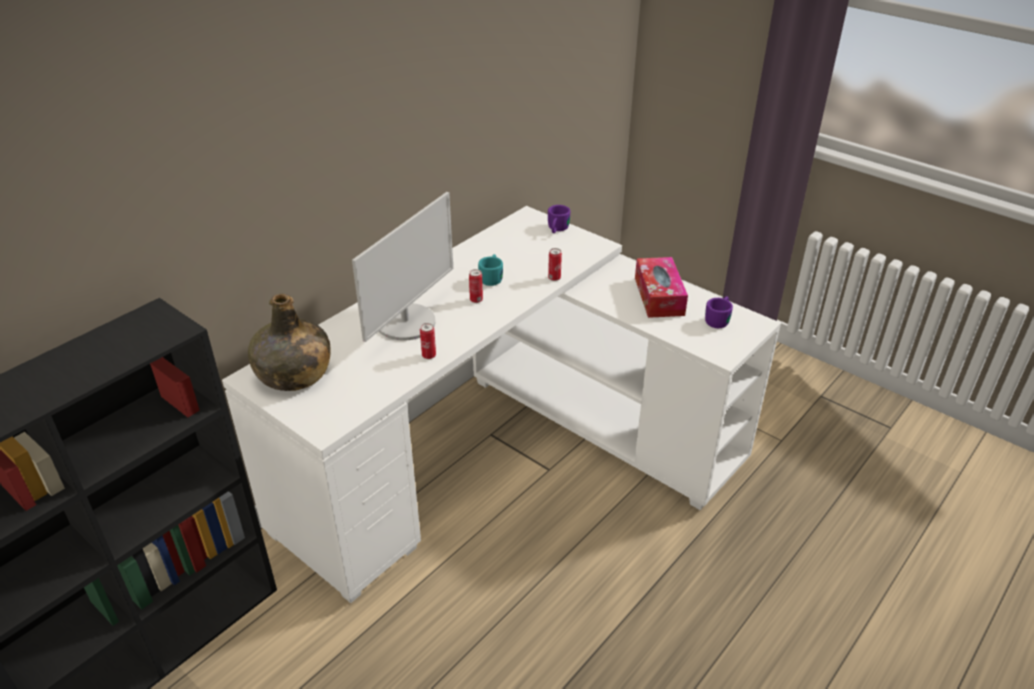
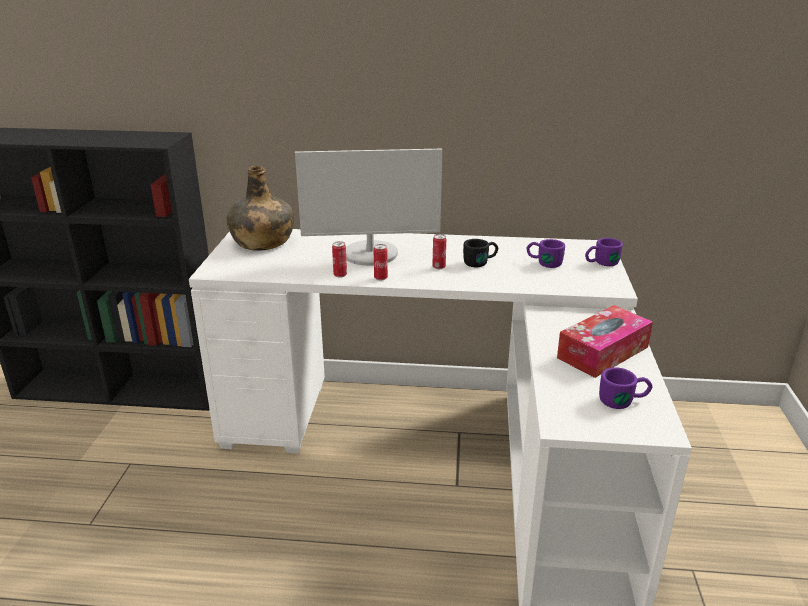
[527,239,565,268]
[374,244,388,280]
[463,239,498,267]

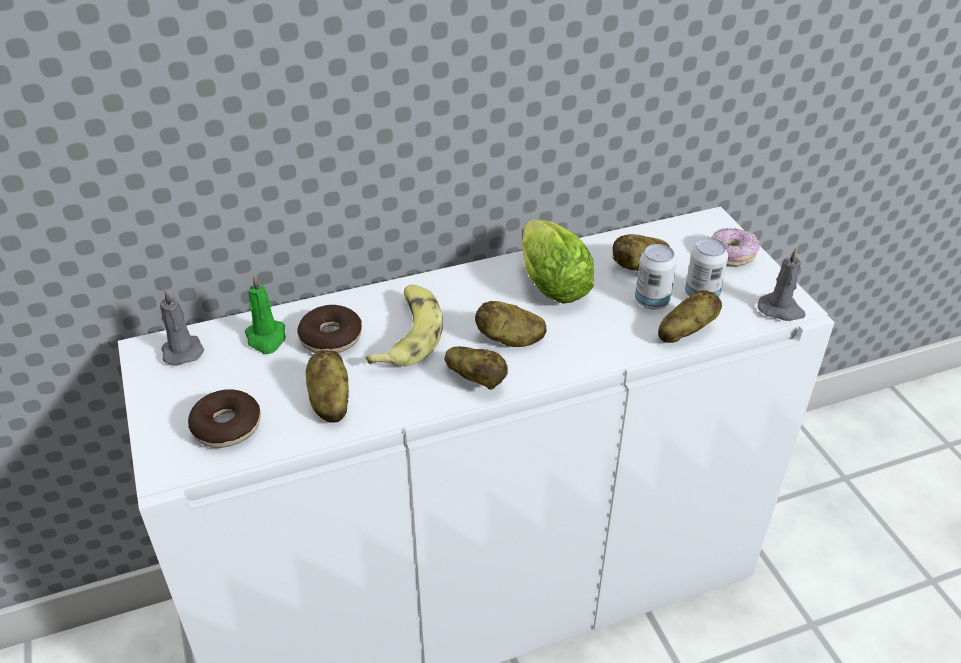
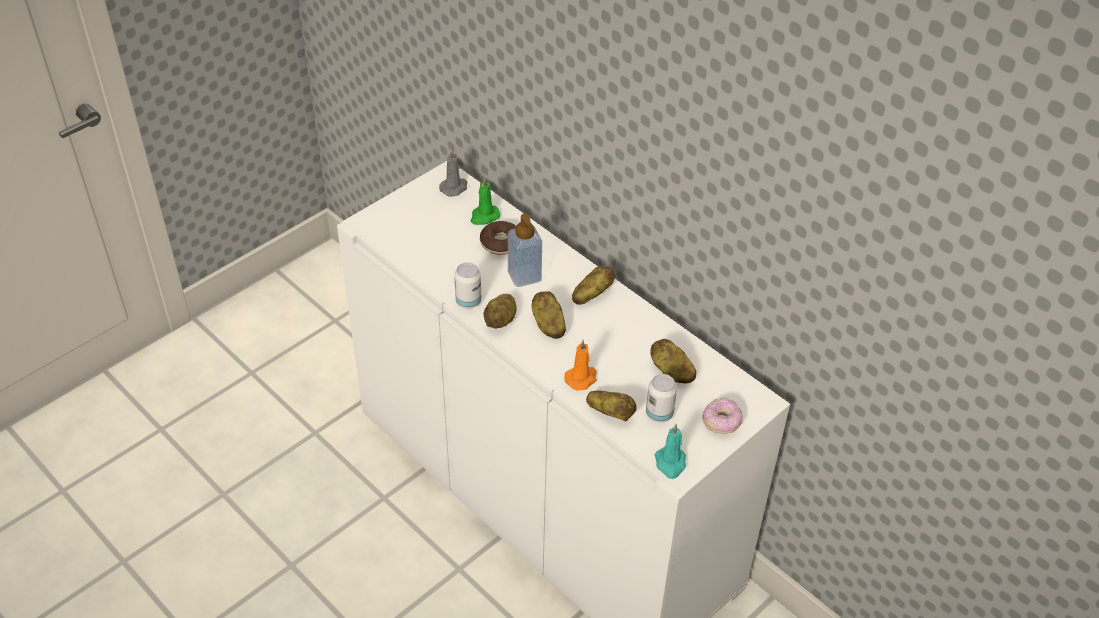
[188,389,261,448] (first image)
[522,219,594,304] (first image)
[564,340,597,391]
[572,266,615,305]
[454,262,481,308]
[508,214,542,287]
[655,424,686,479]

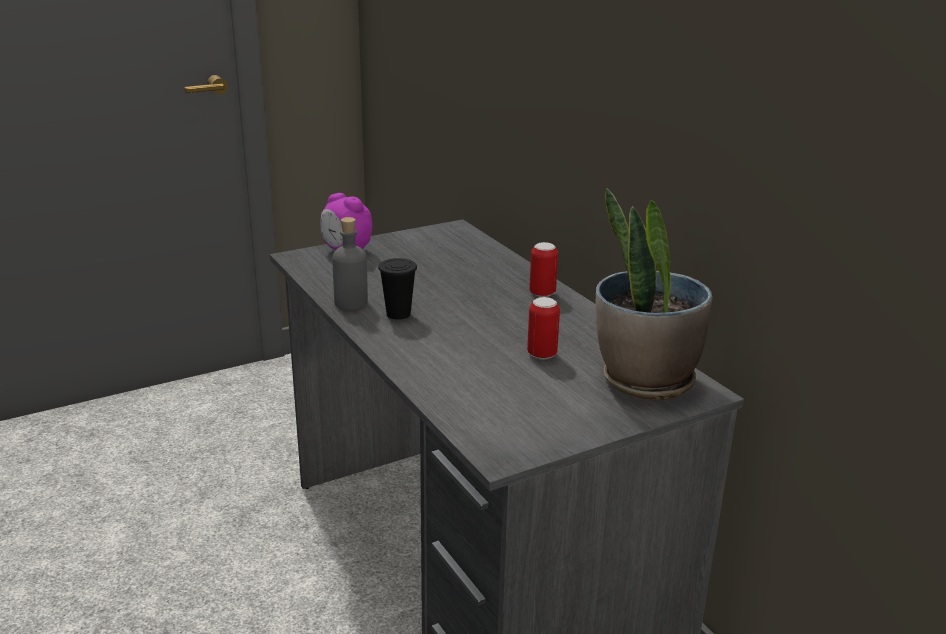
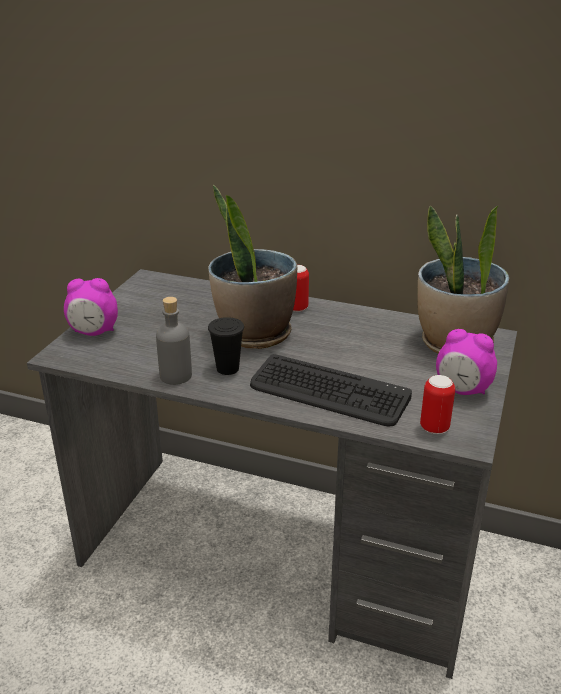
[208,185,297,349]
[250,354,412,427]
[436,329,497,395]
[420,375,455,434]

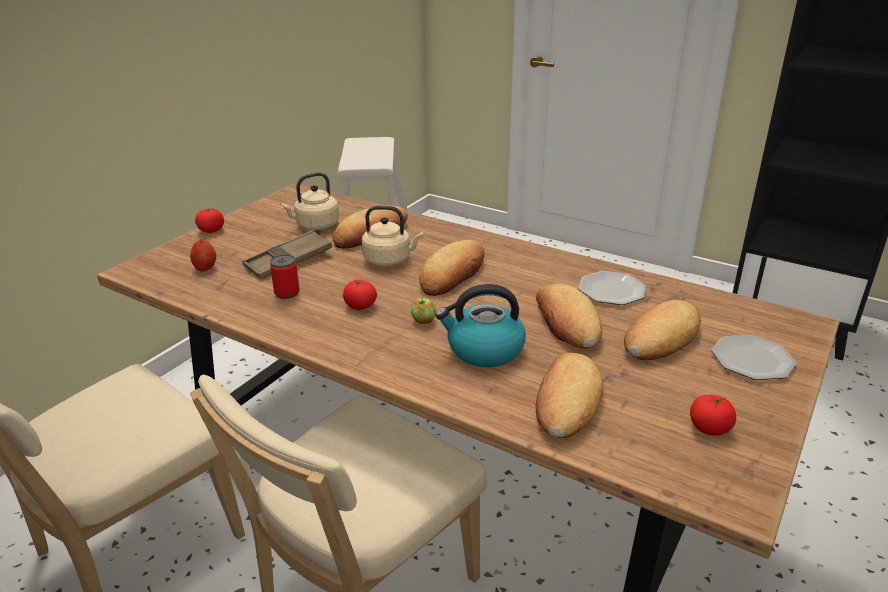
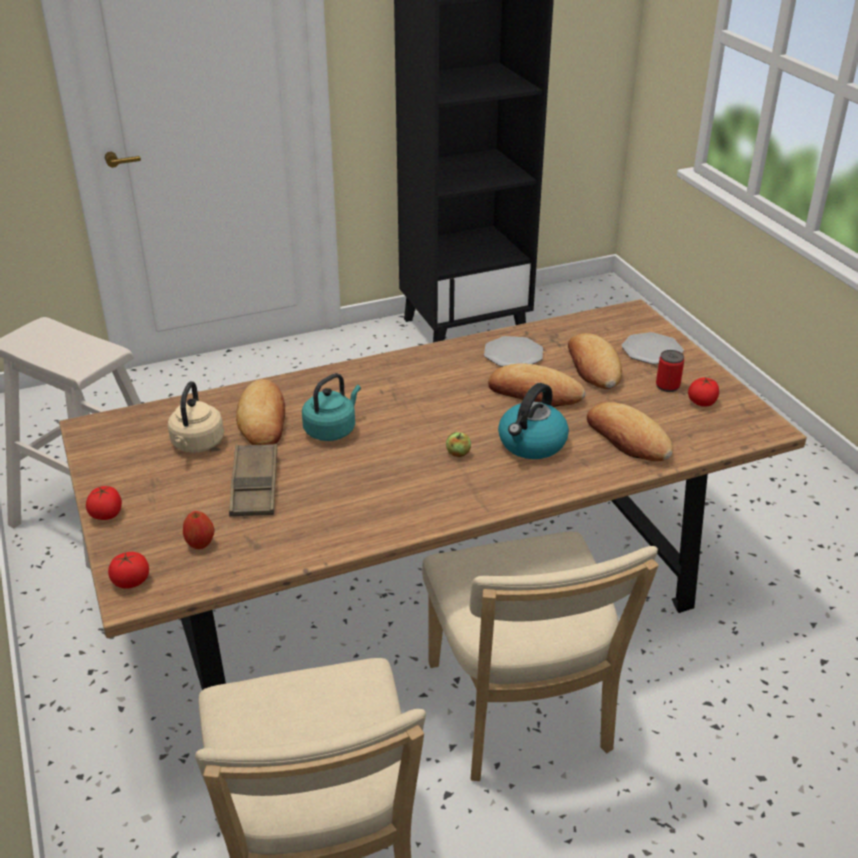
[419,240,485,296] (first image)
[656,350,684,392]
[108,552,149,589]
[302,373,361,441]

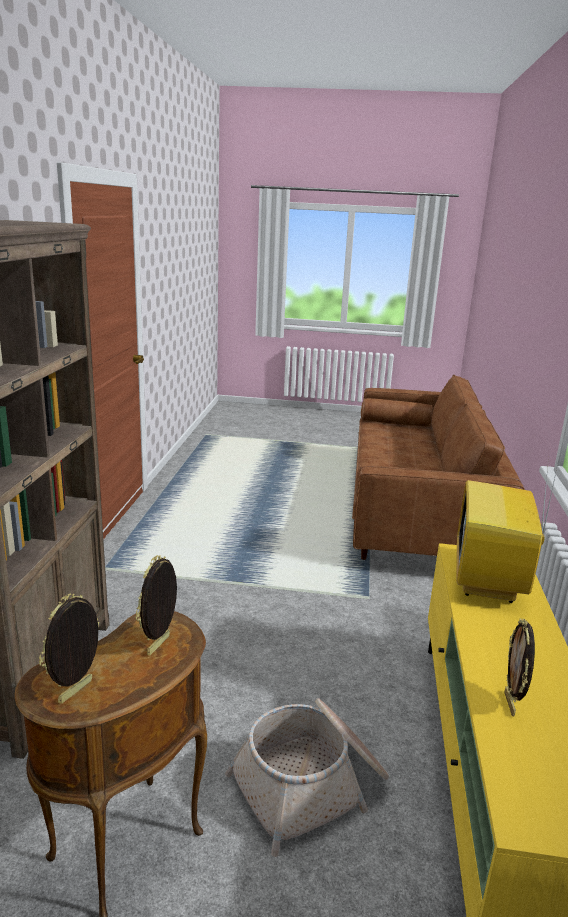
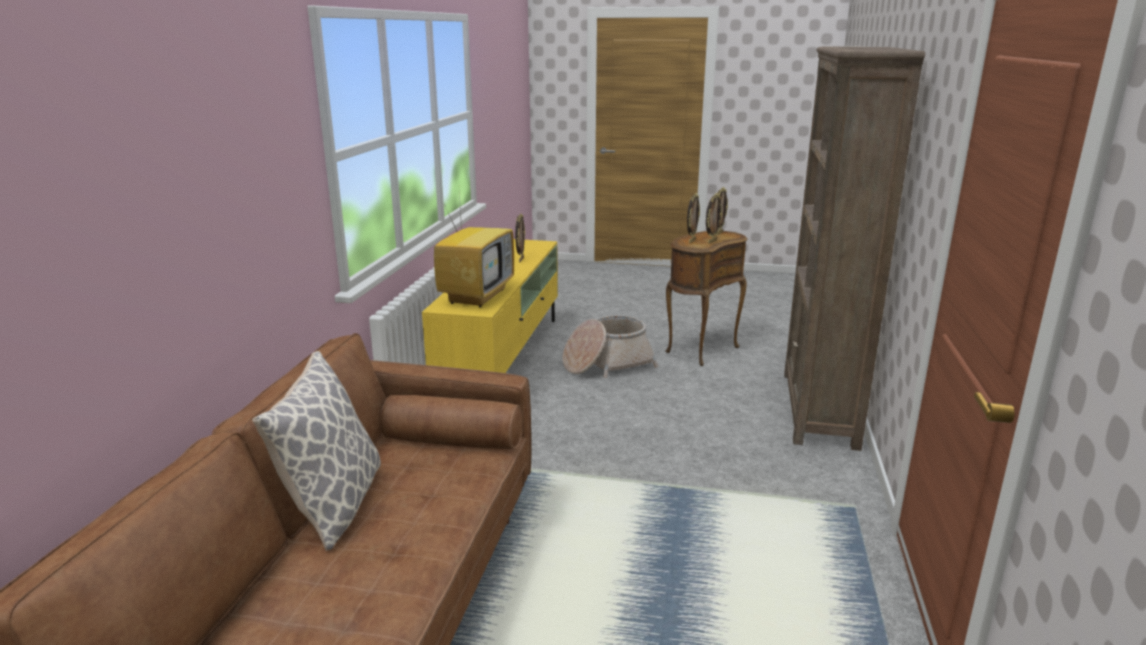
[252,351,381,551]
[706,193,722,244]

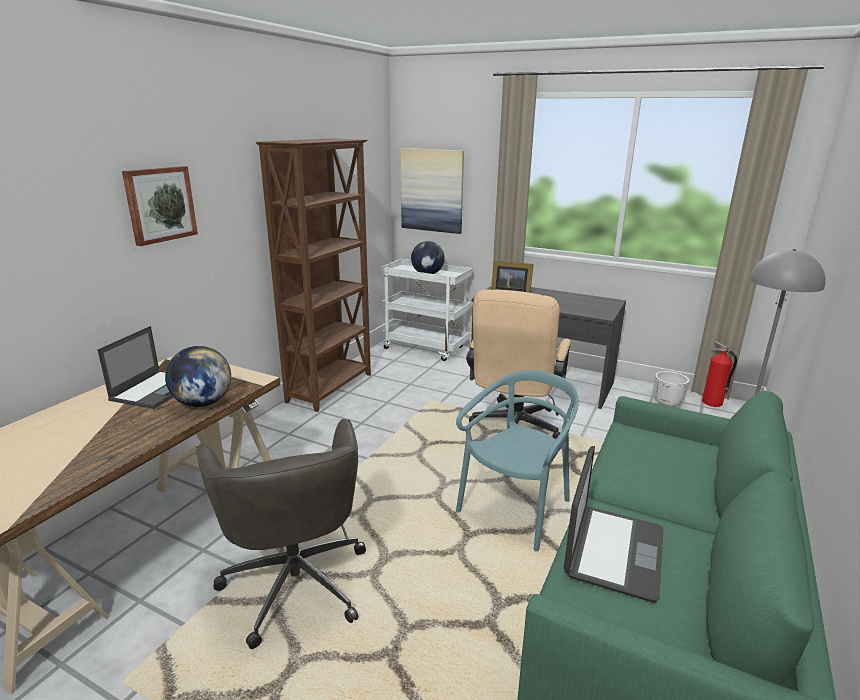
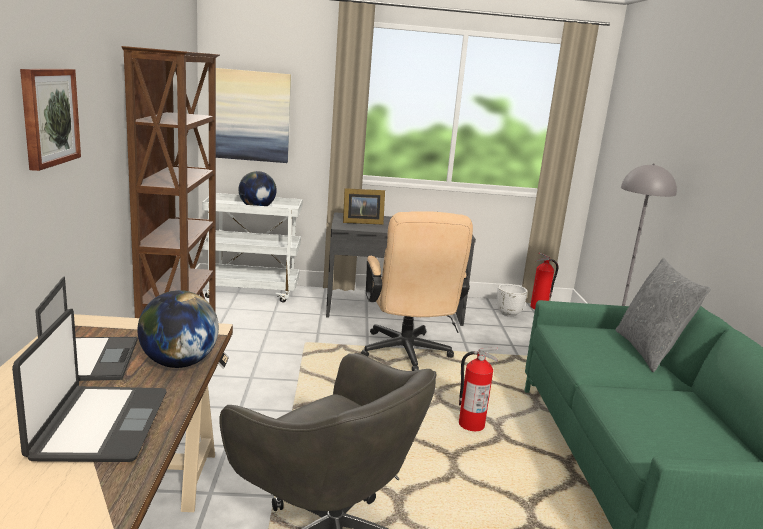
[616,258,711,372]
[12,309,167,462]
[459,347,498,431]

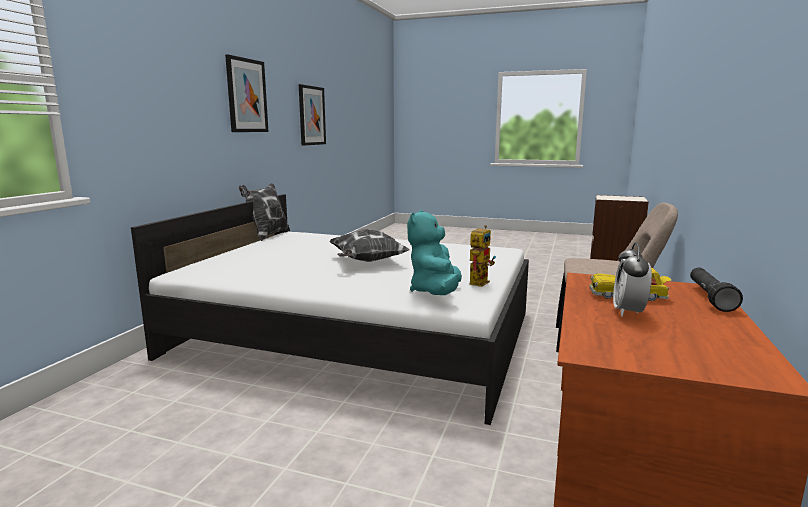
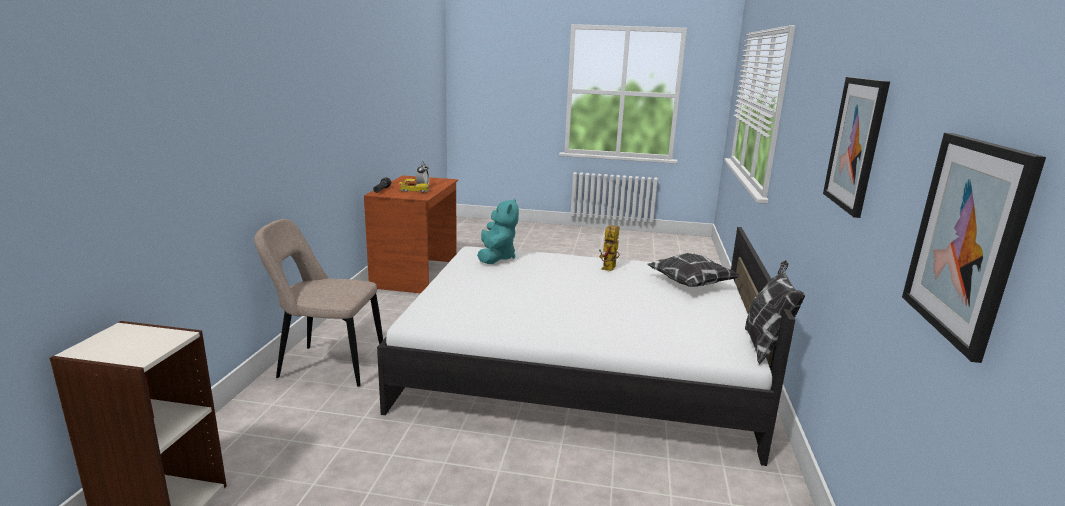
[647,253,739,287]
[599,225,620,271]

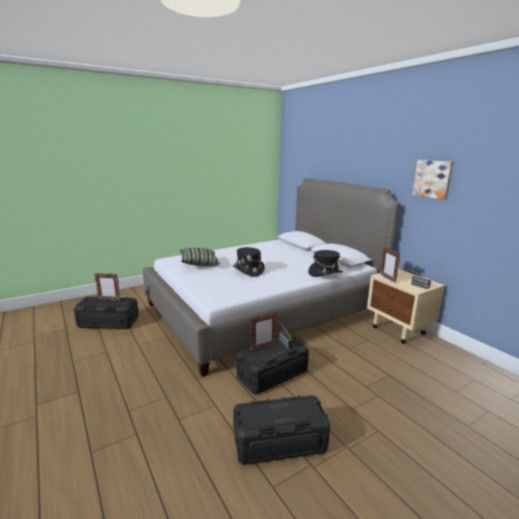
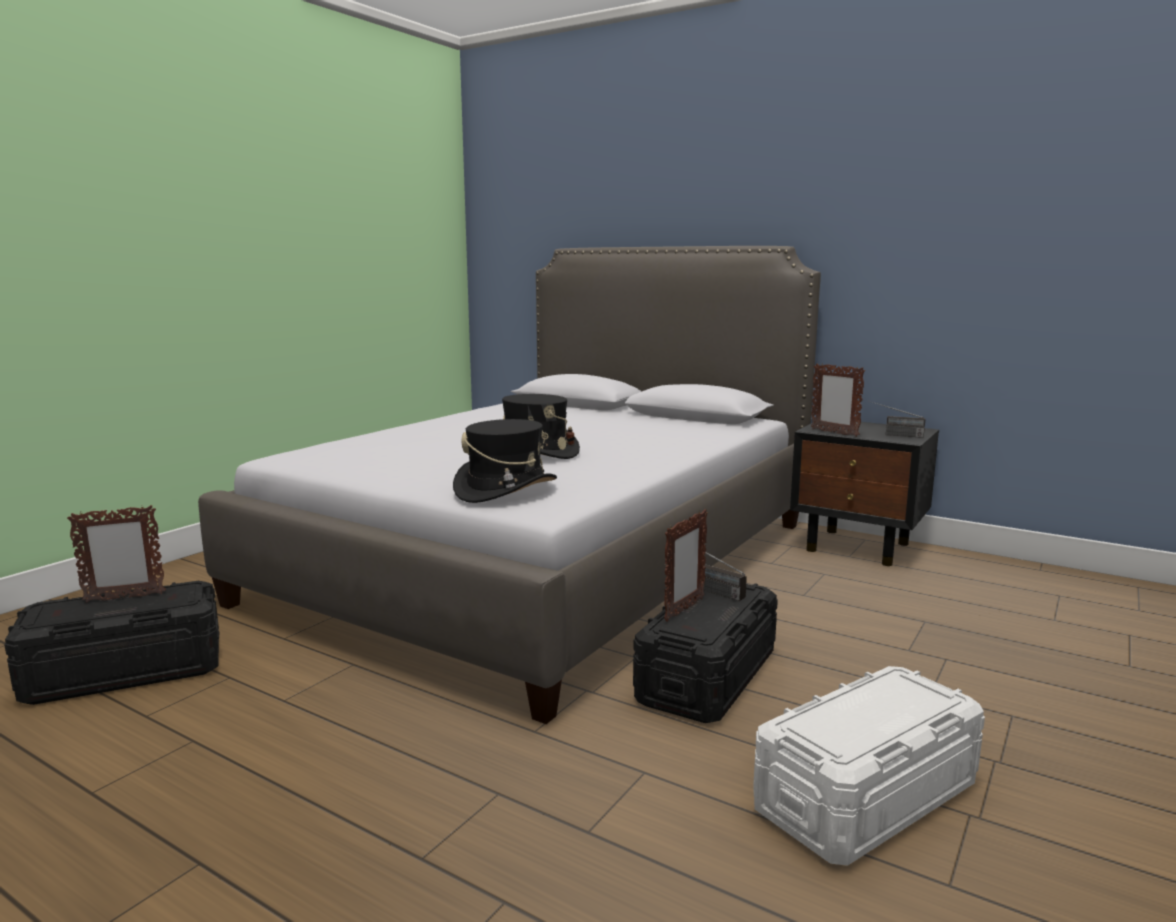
[179,248,220,266] (first image)
[412,160,454,200] (first image)
[453,419,557,503]
[753,666,985,866]
[790,422,939,566]

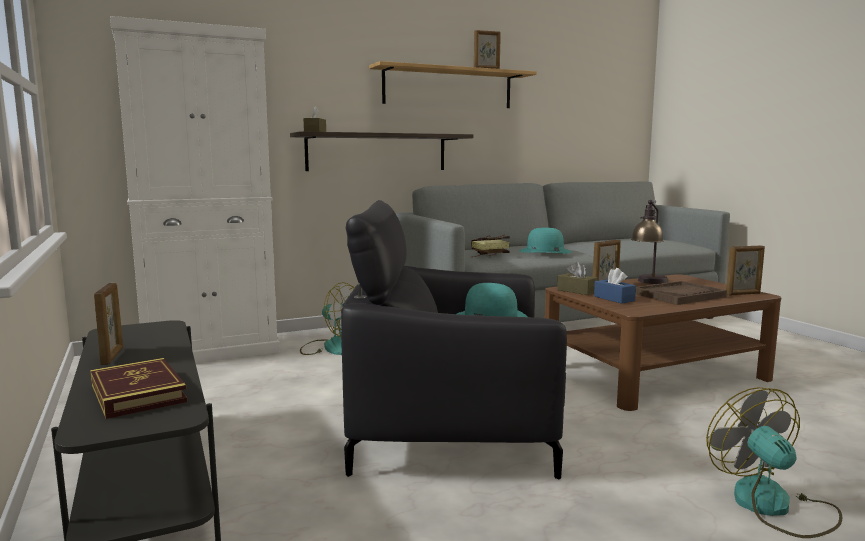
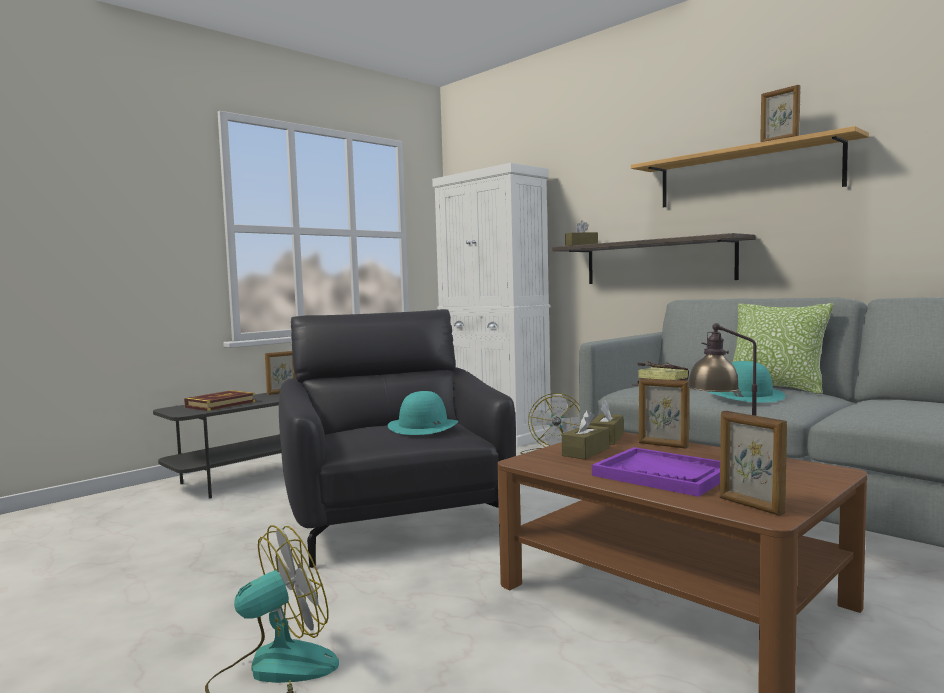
[733,303,833,394]
[561,410,609,460]
[592,447,720,497]

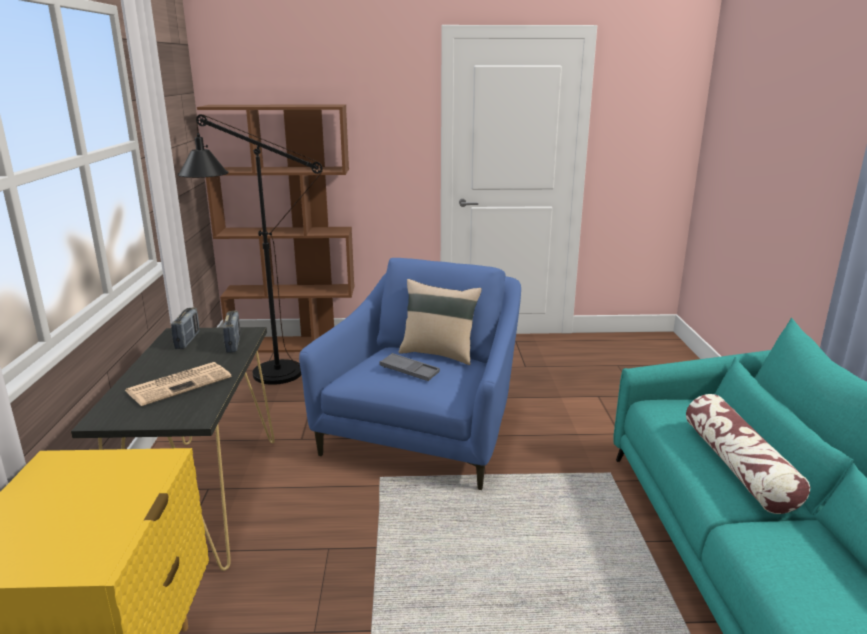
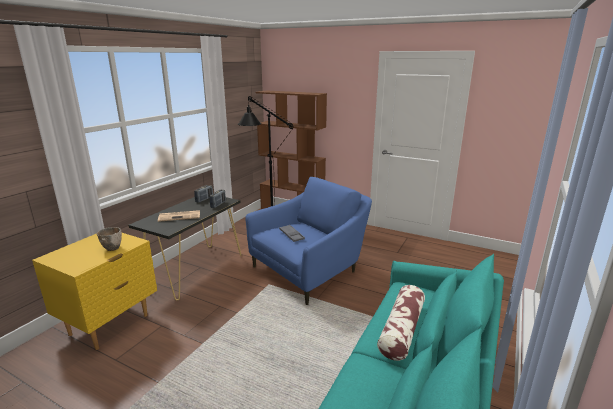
[399,279,482,365] (first image)
[97,227,122,251]

